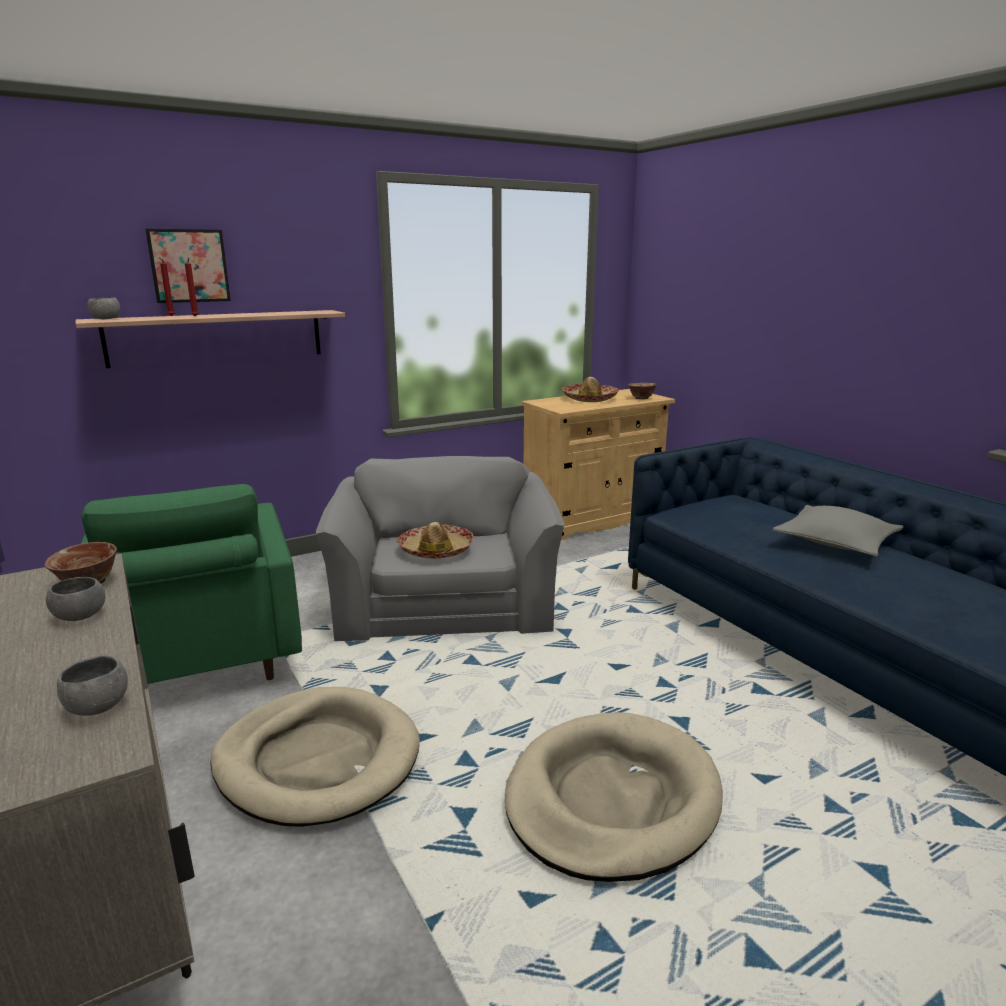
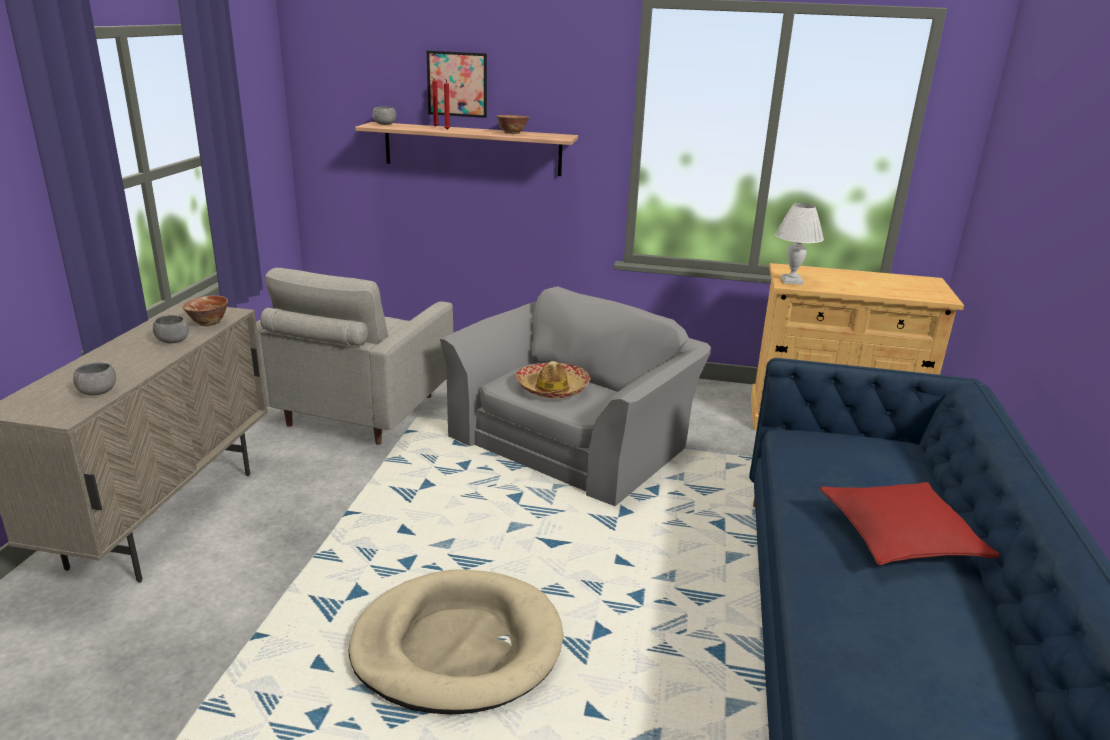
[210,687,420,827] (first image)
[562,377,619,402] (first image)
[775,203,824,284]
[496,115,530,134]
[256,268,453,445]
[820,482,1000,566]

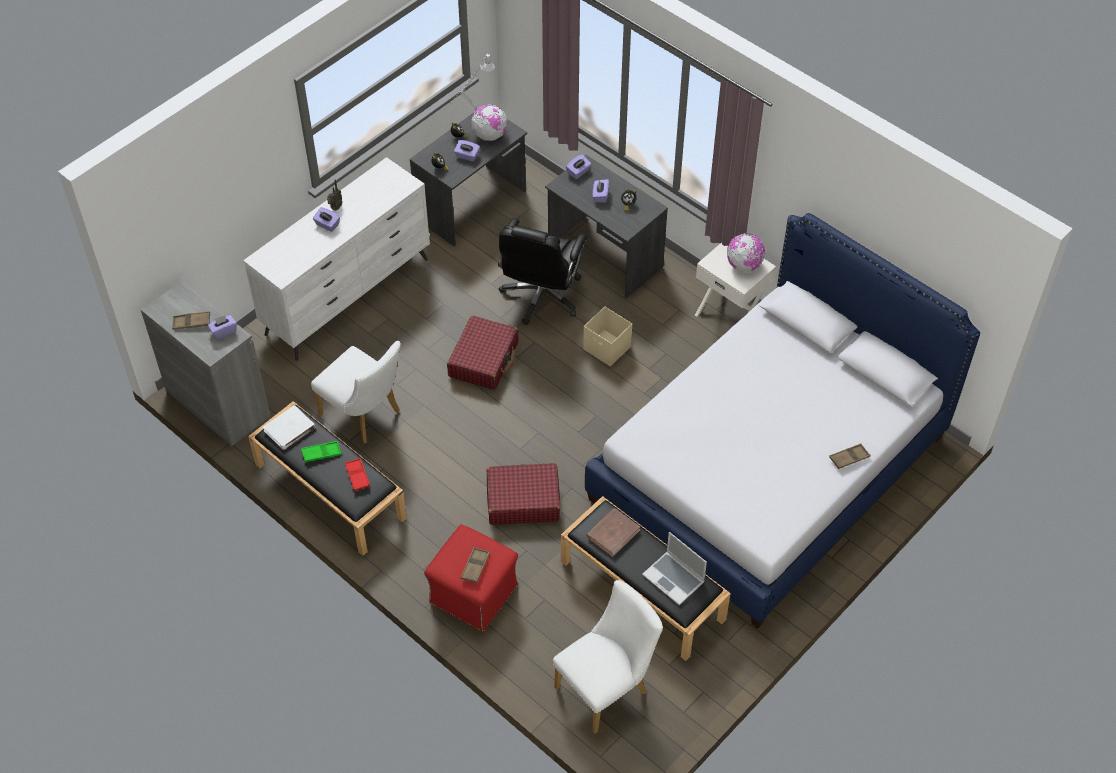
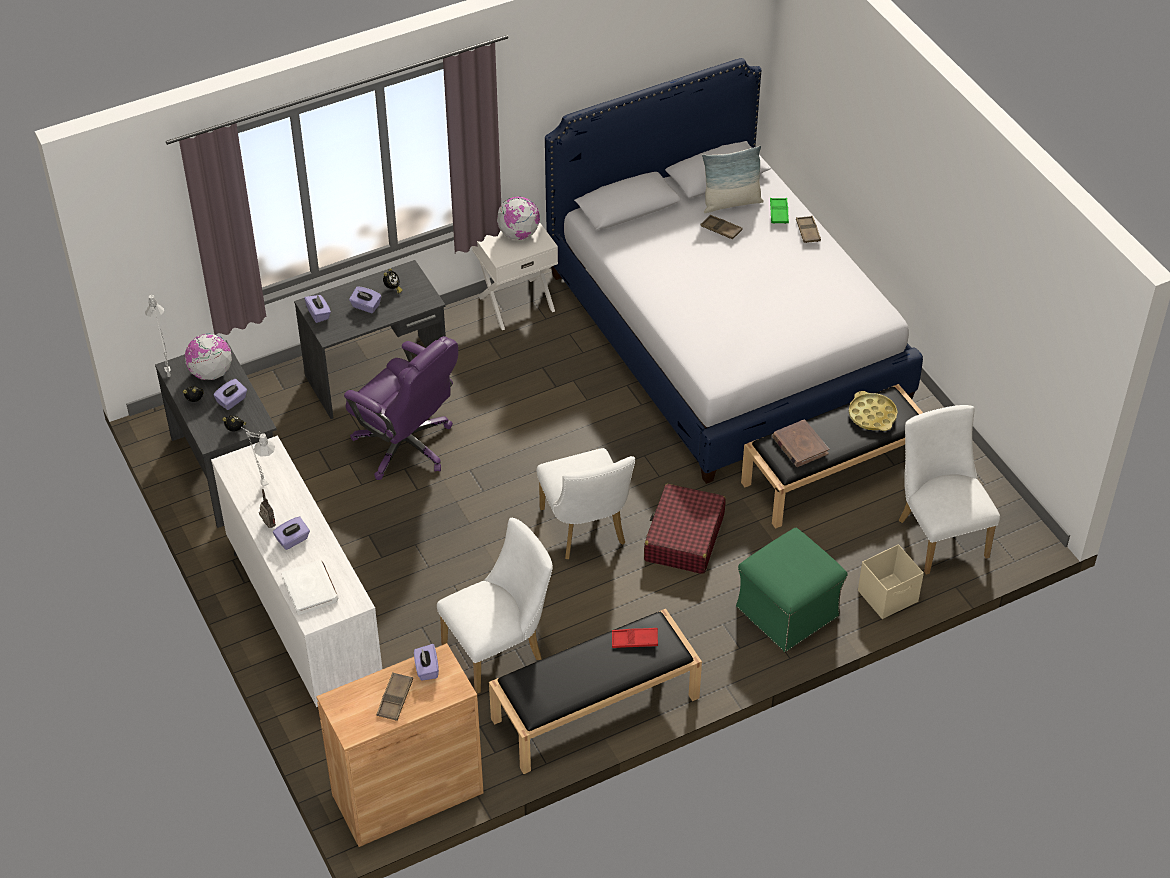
[447,315,518,390] (first image)
[241,427,275,486]
[536,448,635,559]
[702,146,764,213]
[281,560,339,615]
[770,198,789,224]
[700,215,743,239]
[858,544,924,619]
[849,391,897,431]
[316,643,484,847]
[736,527,848,652]
[344,336,458,480]

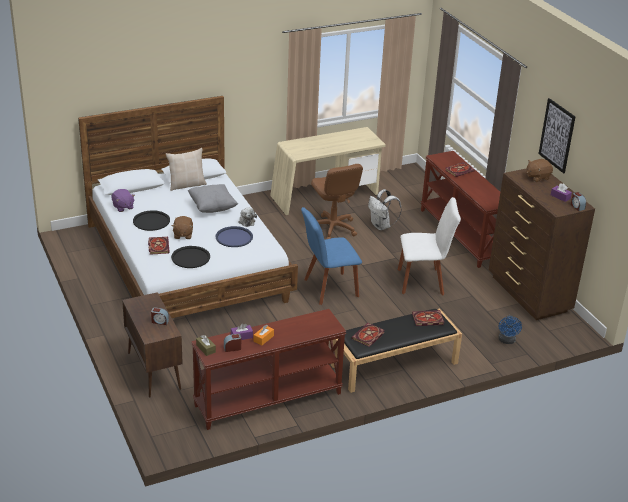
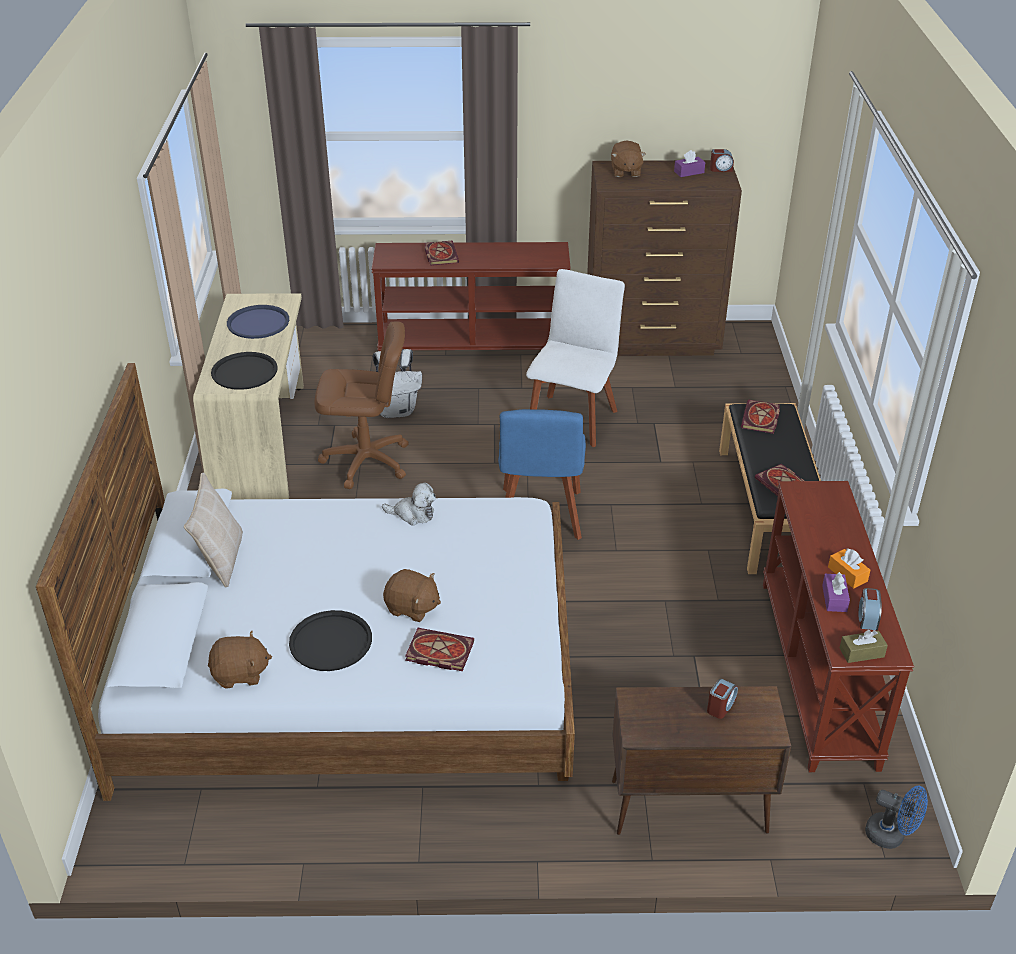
[188,184,238,213] (first image)
[539,98,575,173] (first image)
[211,352,278,390]
[227,305,289,339]
[865,785,928,849]
[208,631,272,689]

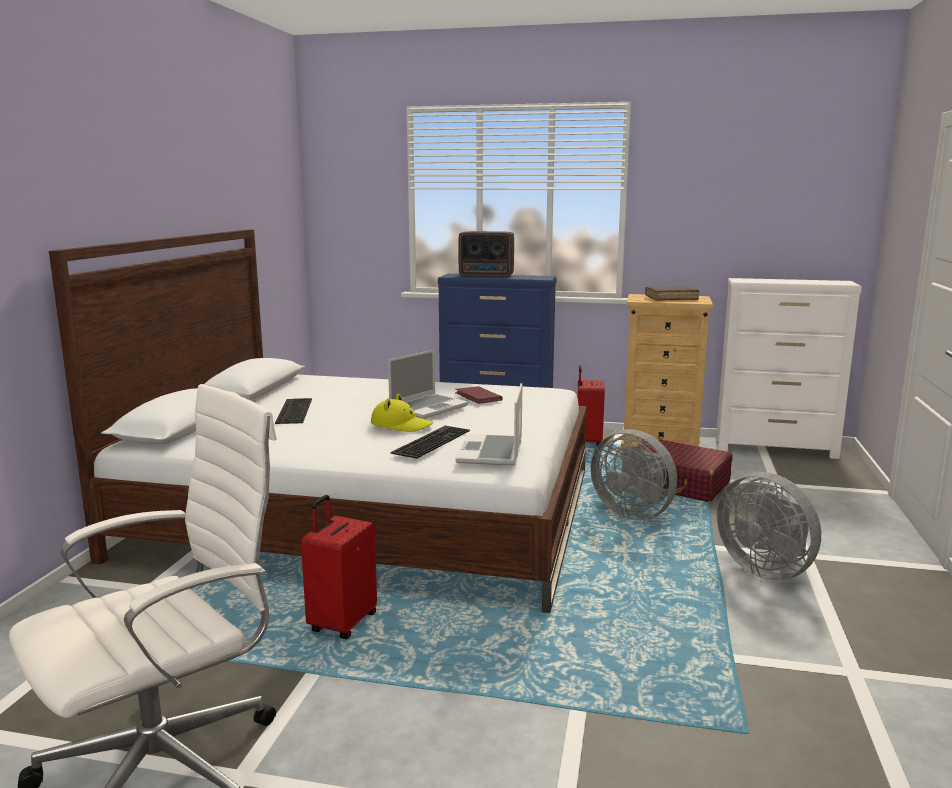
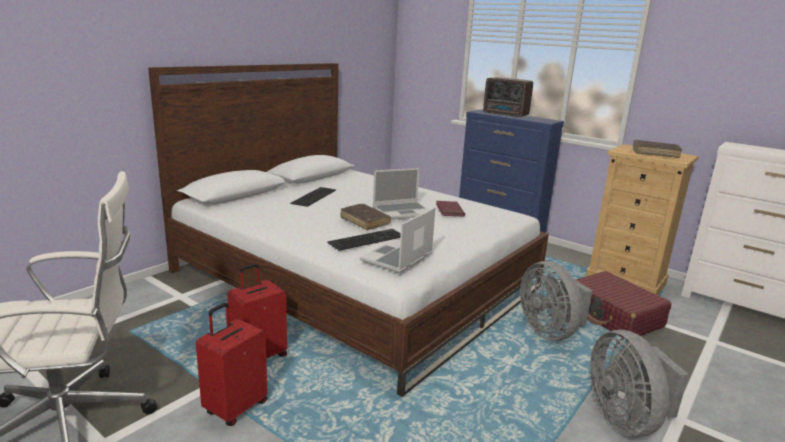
[196,303,268,426]
[340,204,391,230]

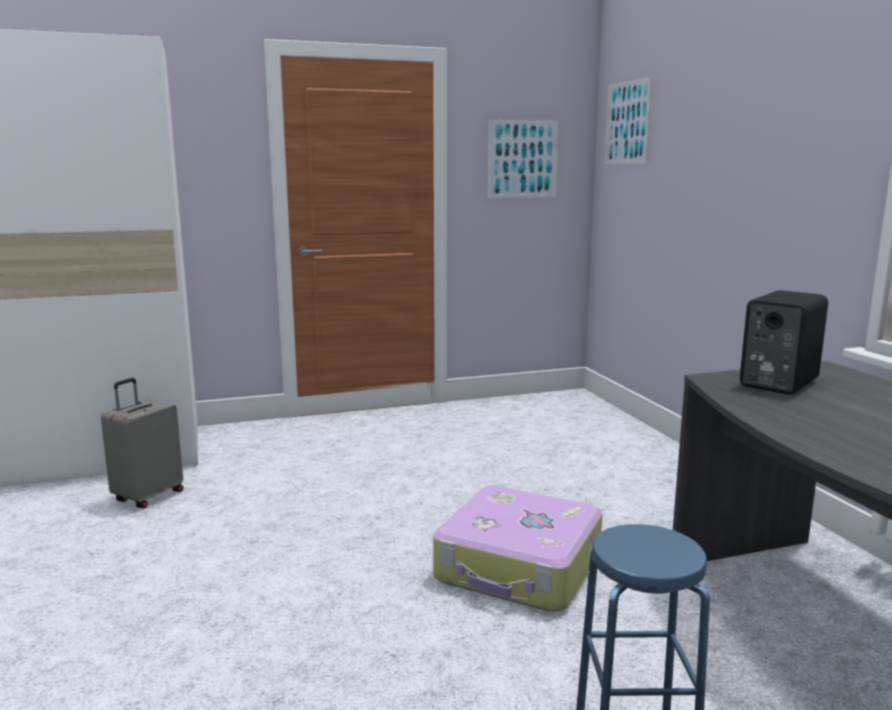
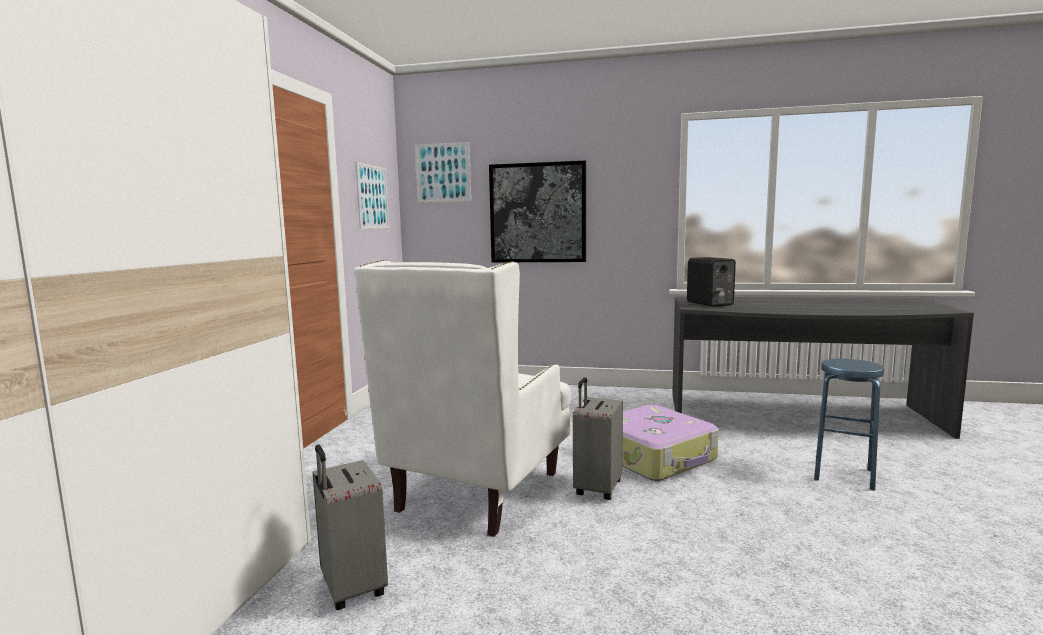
[354,260,571,537]
[489,161,586,263]
[573,377,623,500]

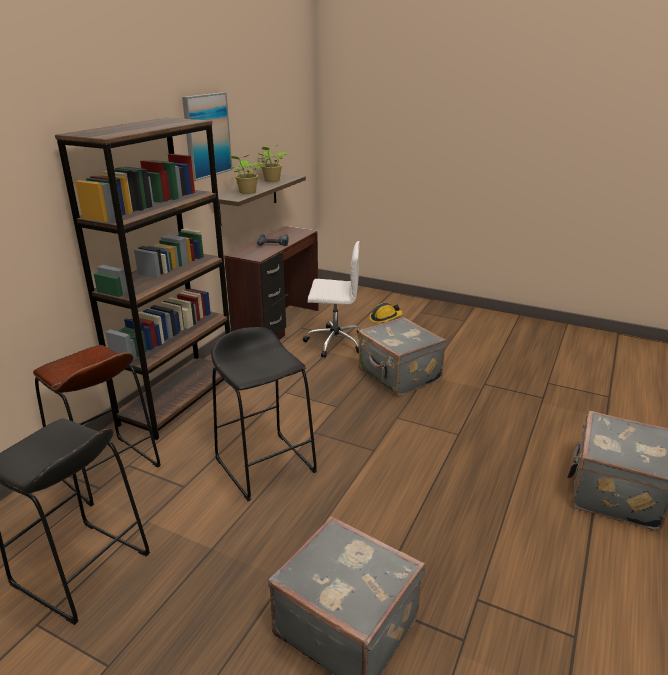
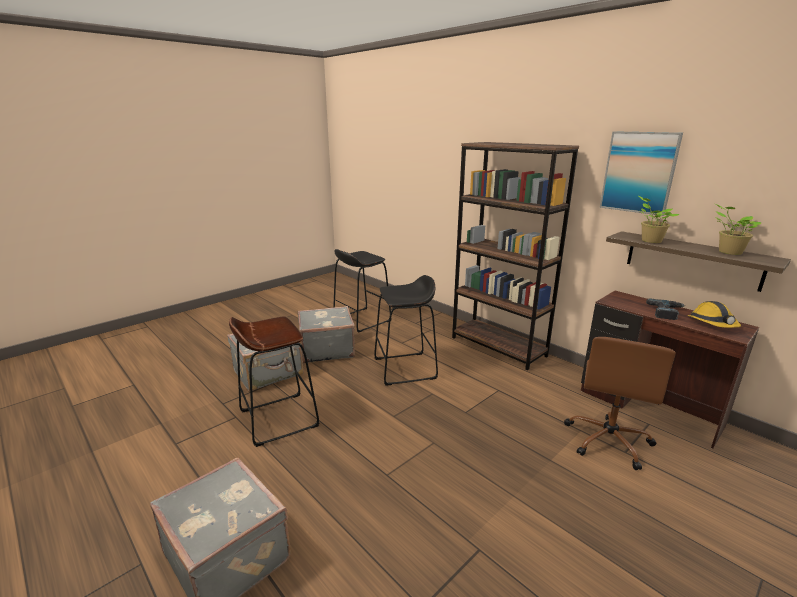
[229,316,320,447]
[298,306,355,363]
[688,301,741,328]
[564,337,676,470]

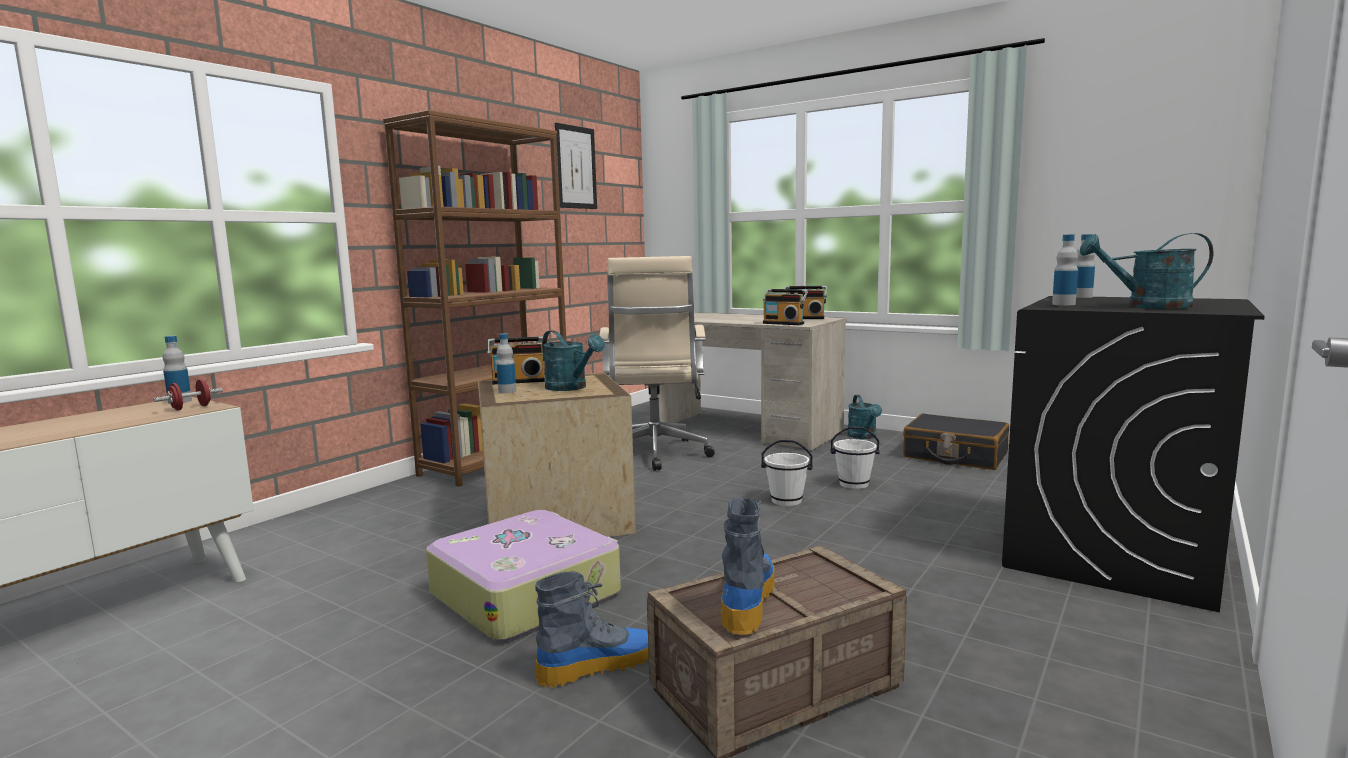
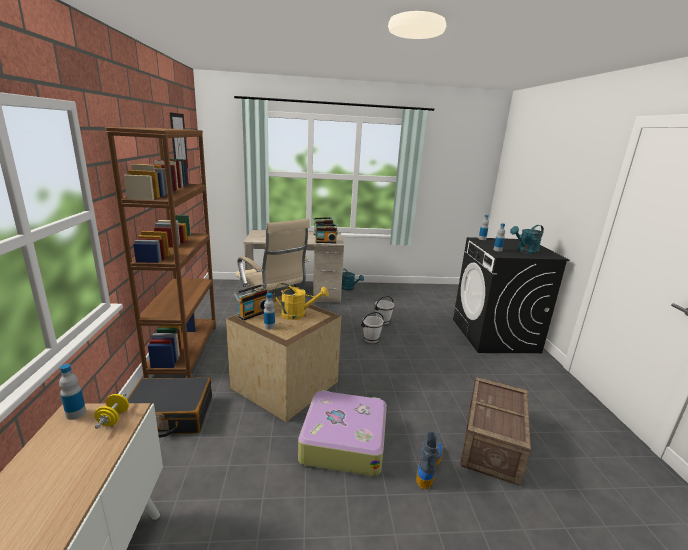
[721,497,775,635] (first image)
[127,377,212,437]
[94,393,129,429]
[274,283,328,320]

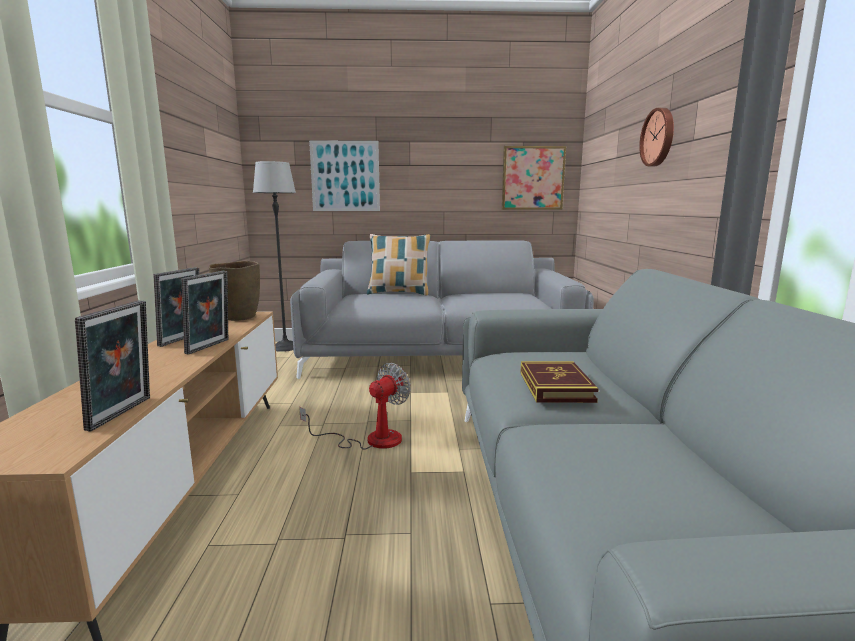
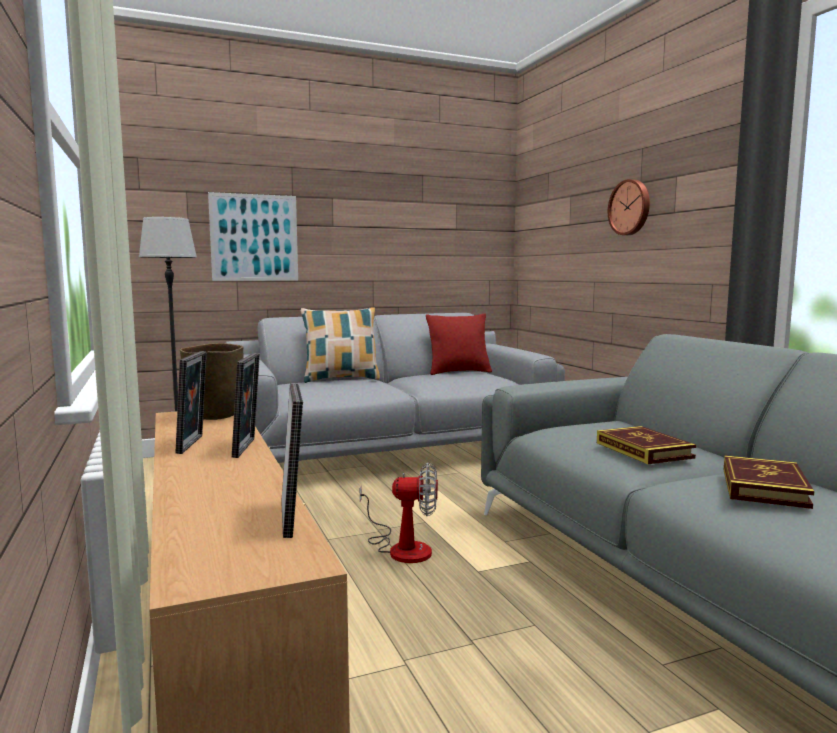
[502,146,566,210] (first image)
[426,313,492,375]
[724,455,815,509]
[360,463,438,563]

